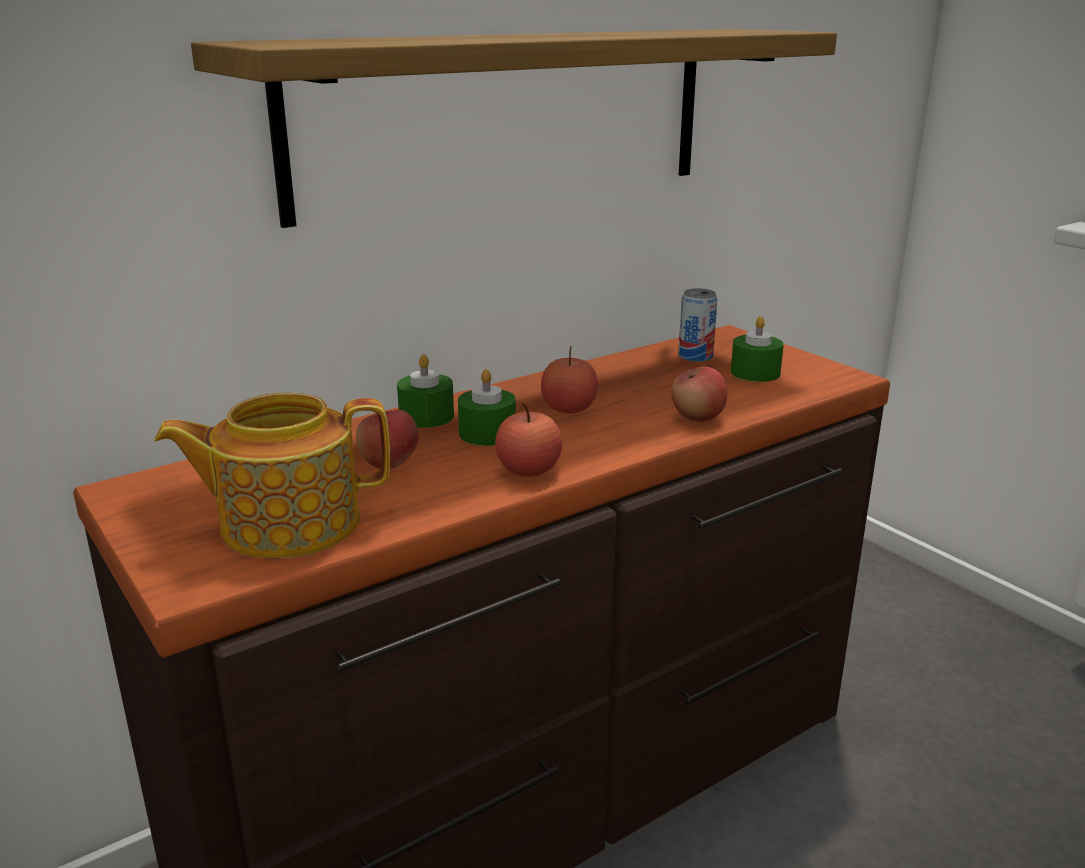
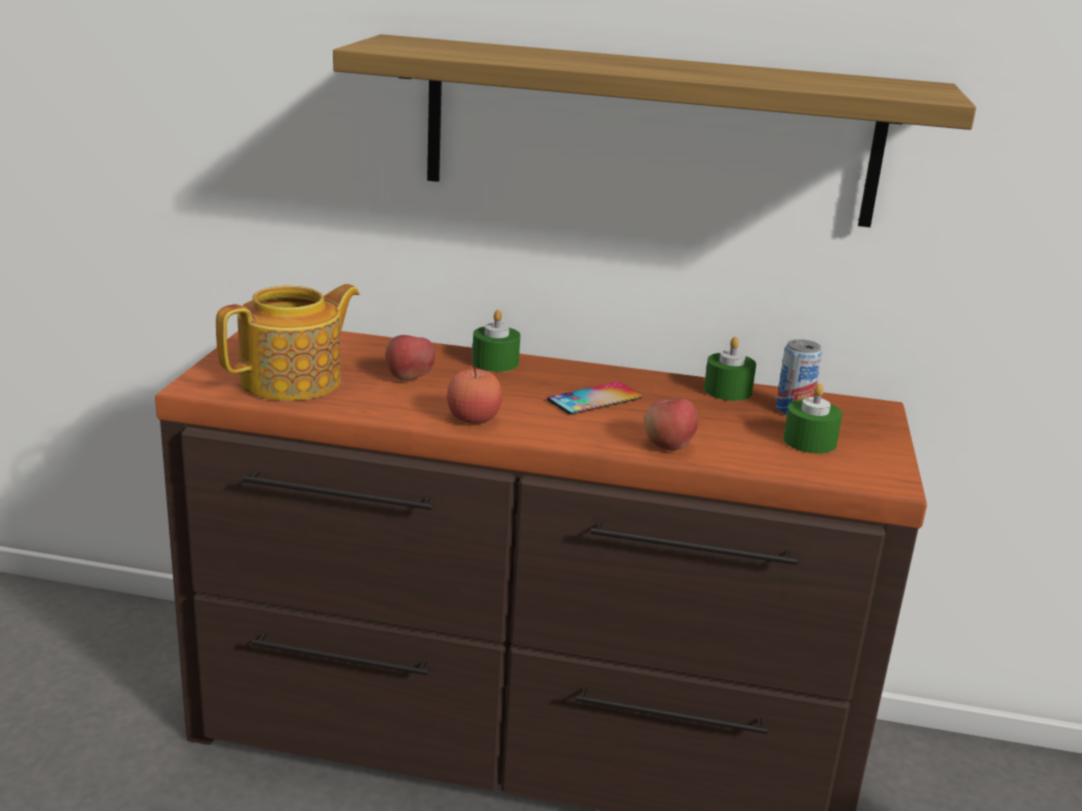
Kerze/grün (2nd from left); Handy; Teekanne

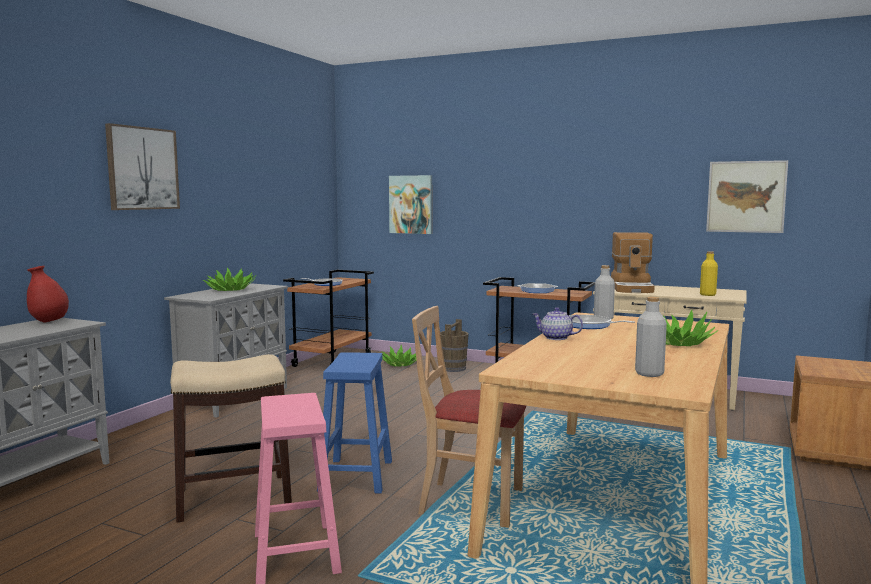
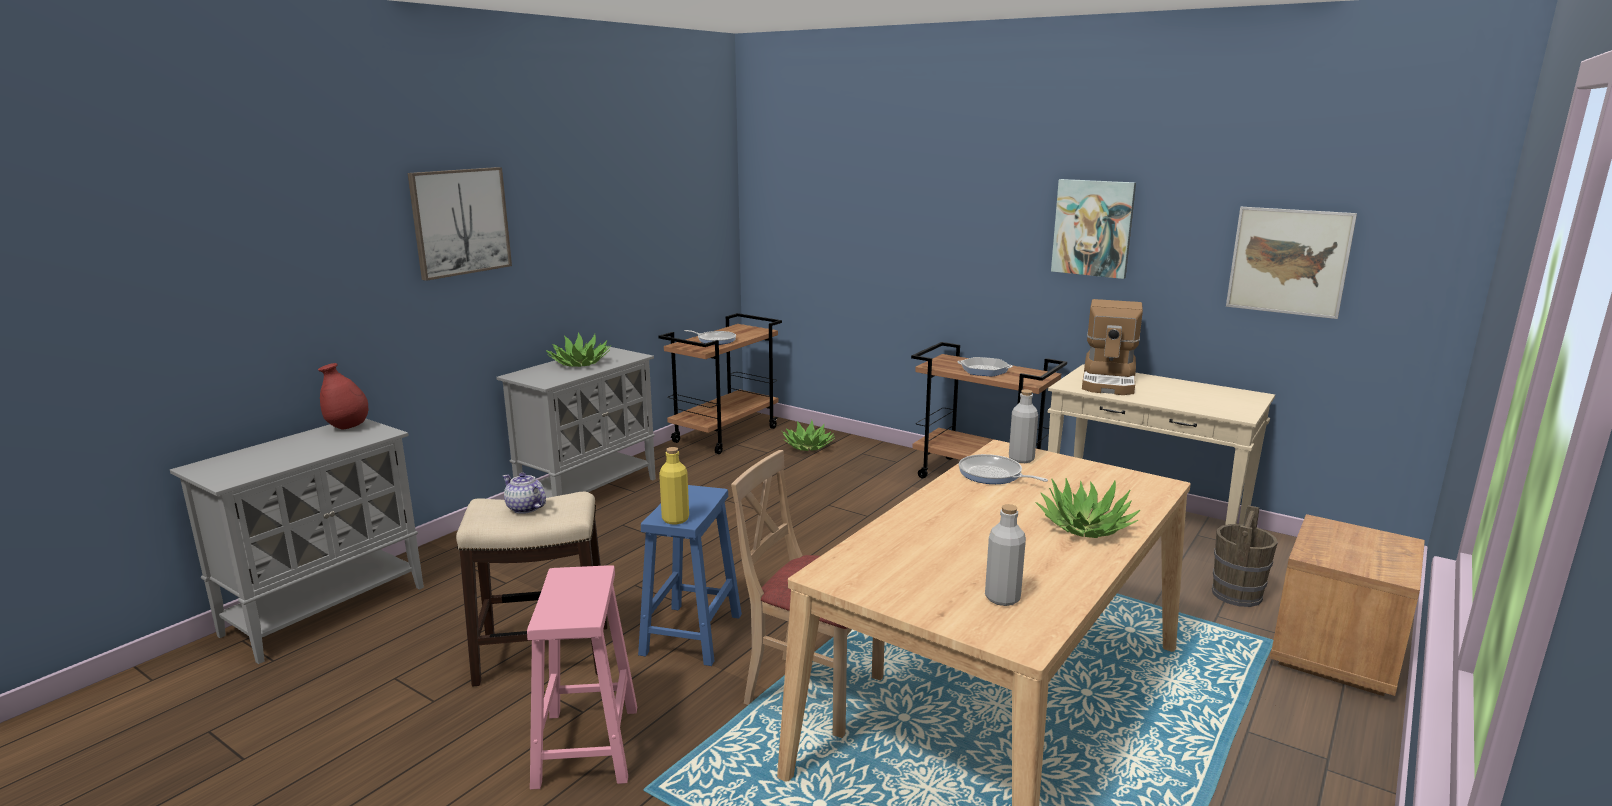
Bild (2nd from left); Eimer/braun; Teekanne; Flasche/gelb

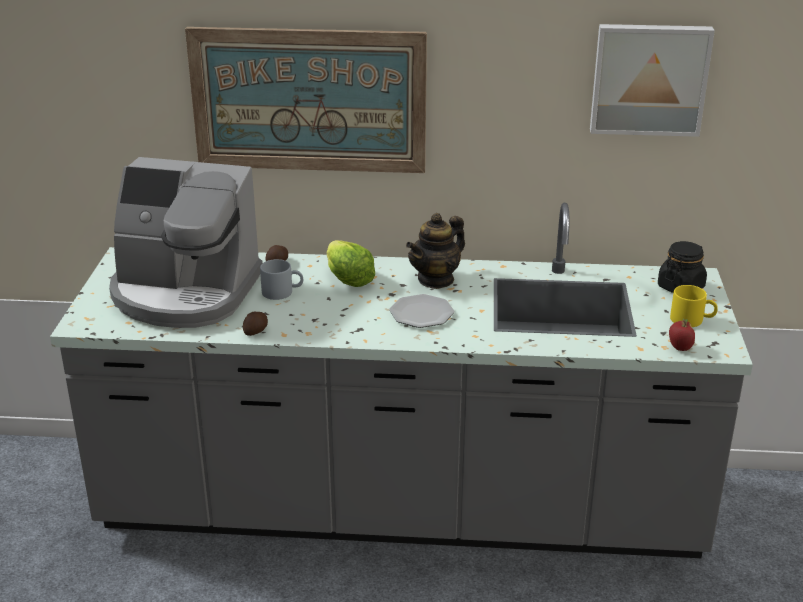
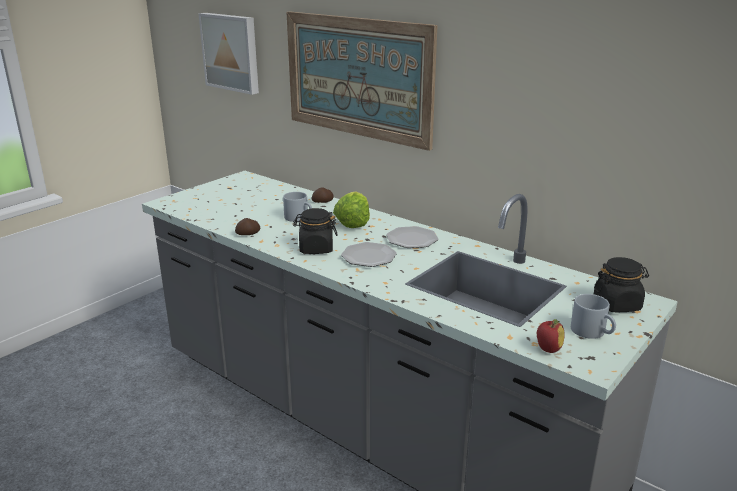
Kaffeemaschine; Vorratsglas/schwarz (1st from left); Bild (1st from left); Teller (2nd from left); Henkelbecher/grau (2nd from left)

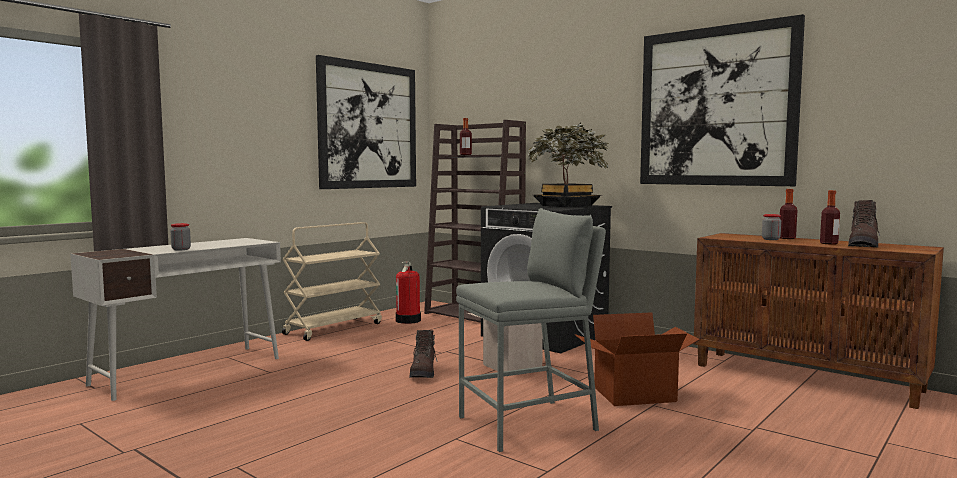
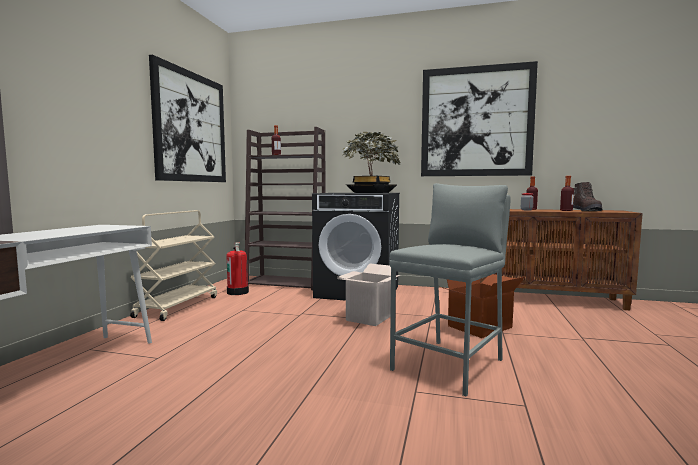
Vorratsglas (1st from left in the first image); Stiefel/braun (1st from left in the first image)

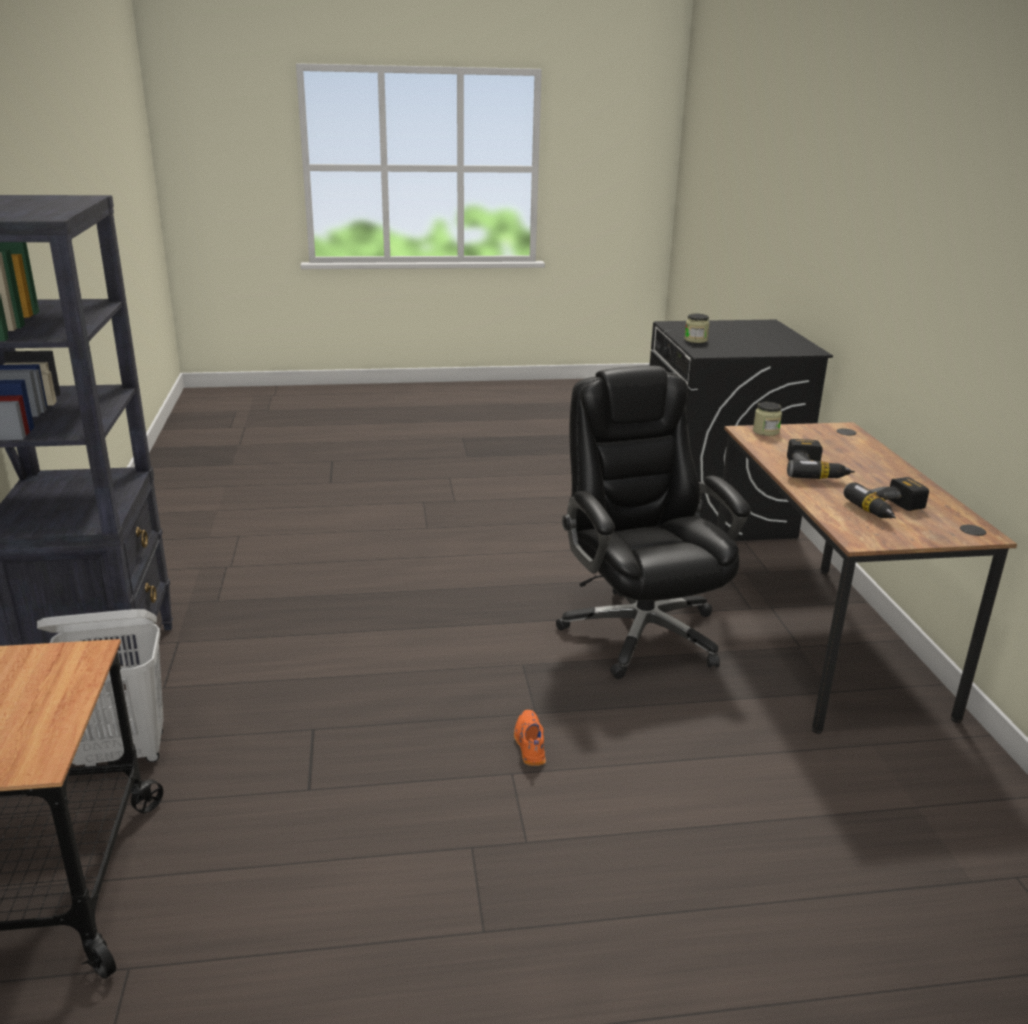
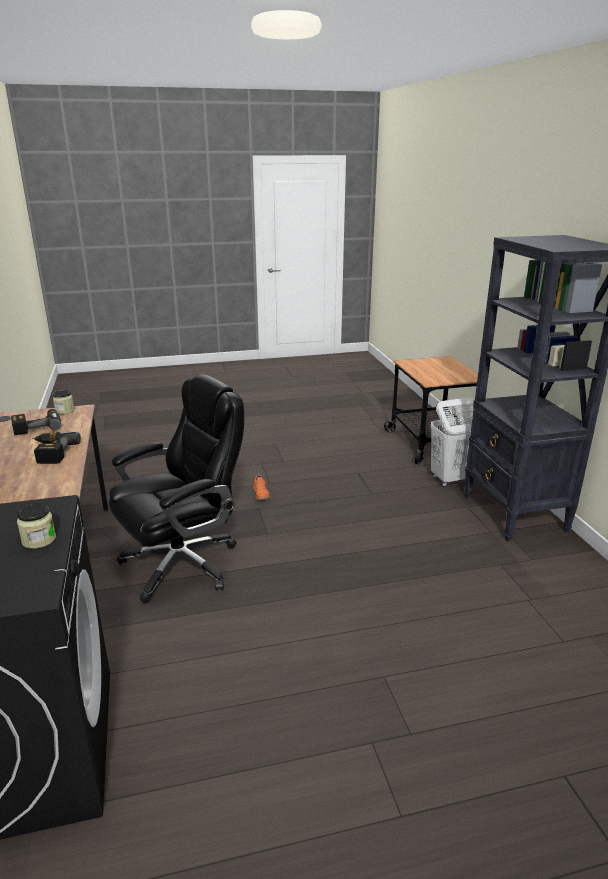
Vorratsglas (2nd from left); Bürostuhl/schwarz

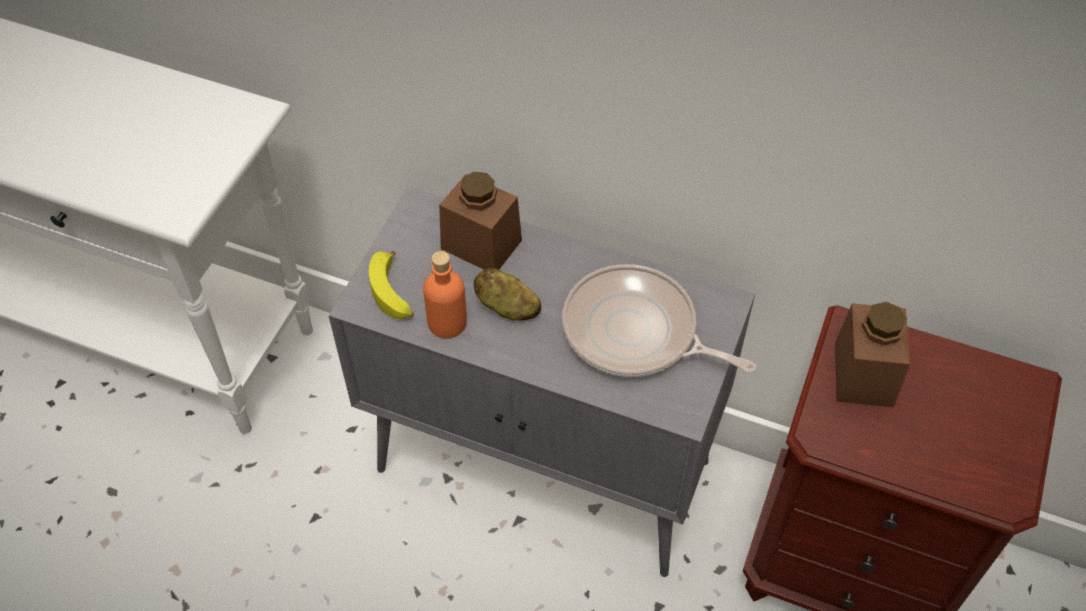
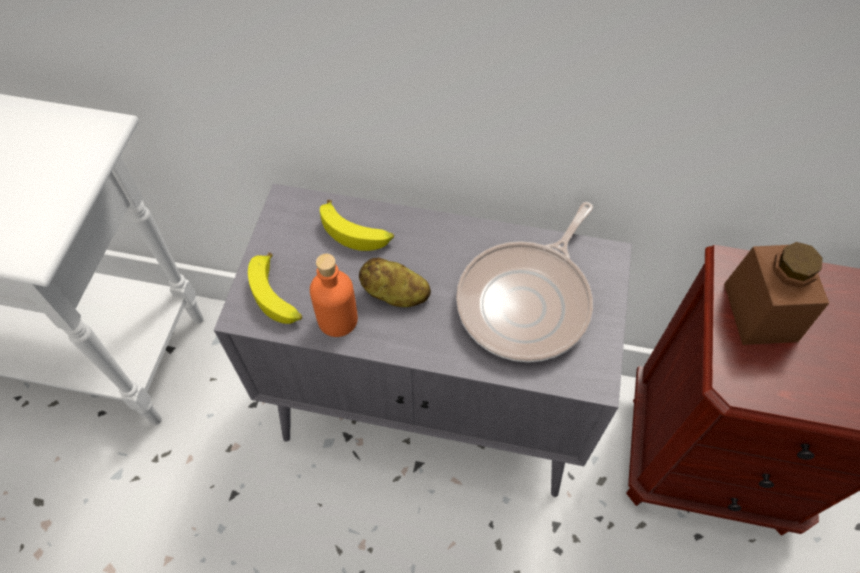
Banane (2nd from left); Pfanne

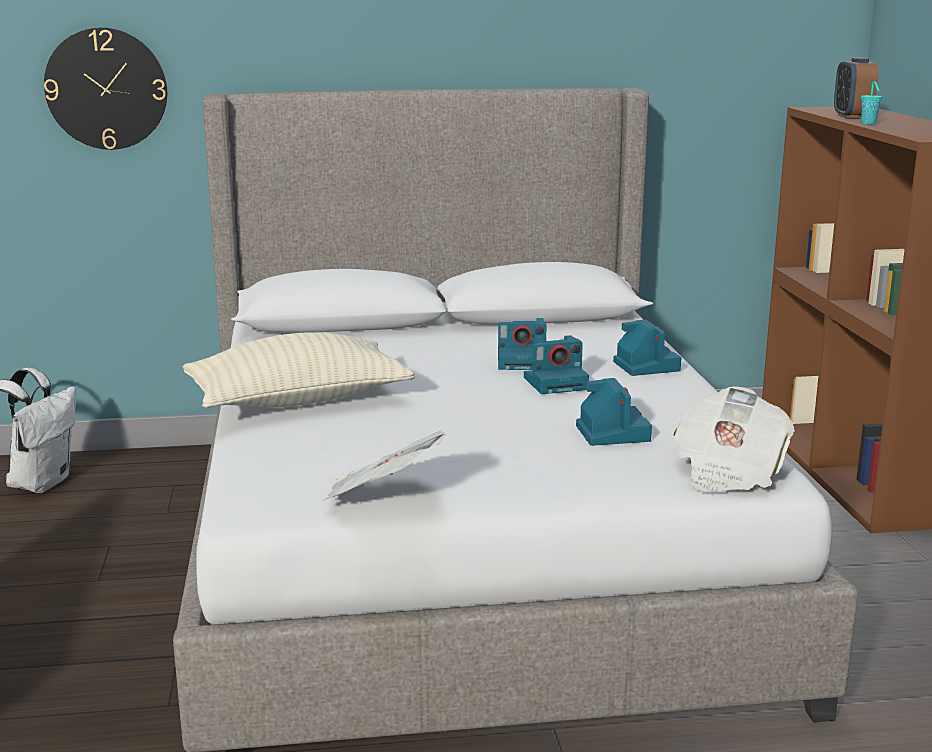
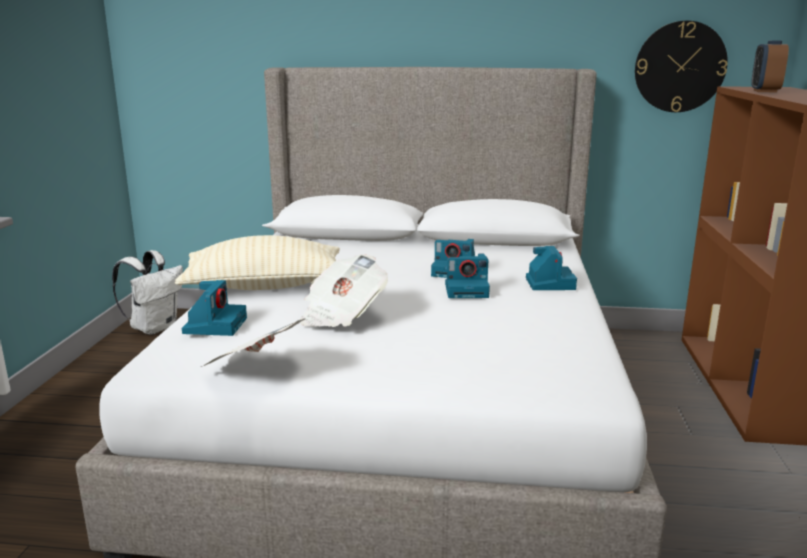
Tasse/türkis; Wanduhr; Kamera (1st from left); Zeitung (2nd from left)

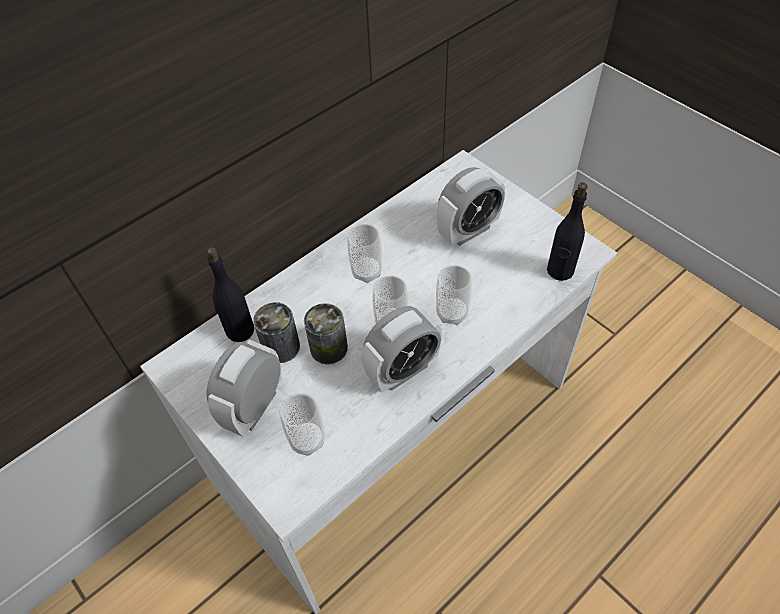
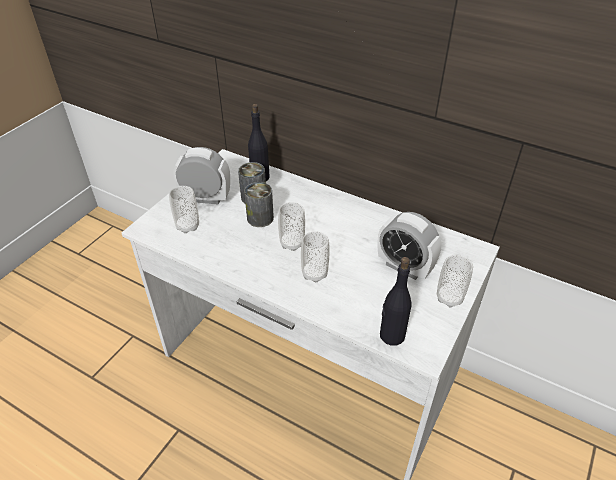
Wecker (2nd from left in the first image); Tasse (4th from left)

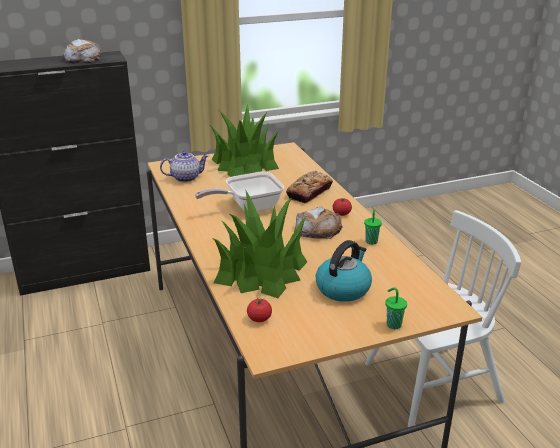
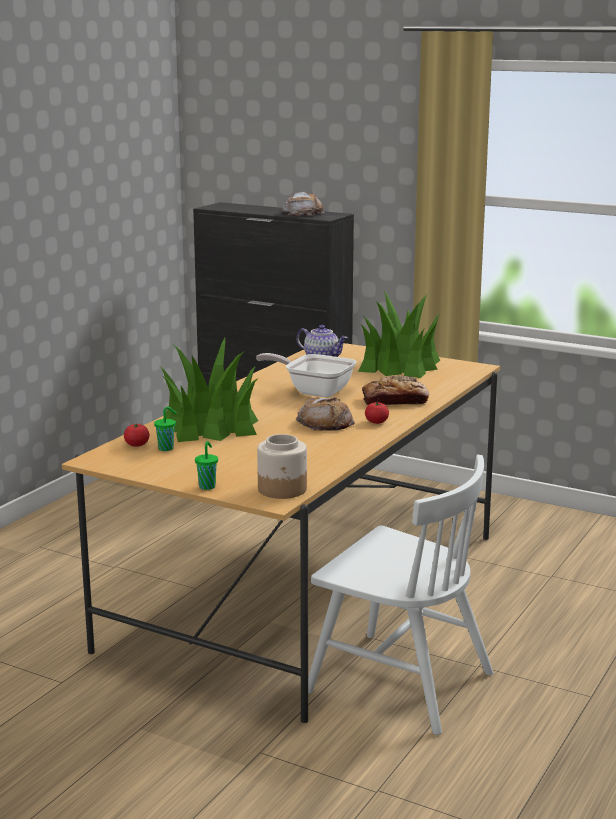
Wasserkessel; Vorratsglas; Tasse/grün (1st from left)

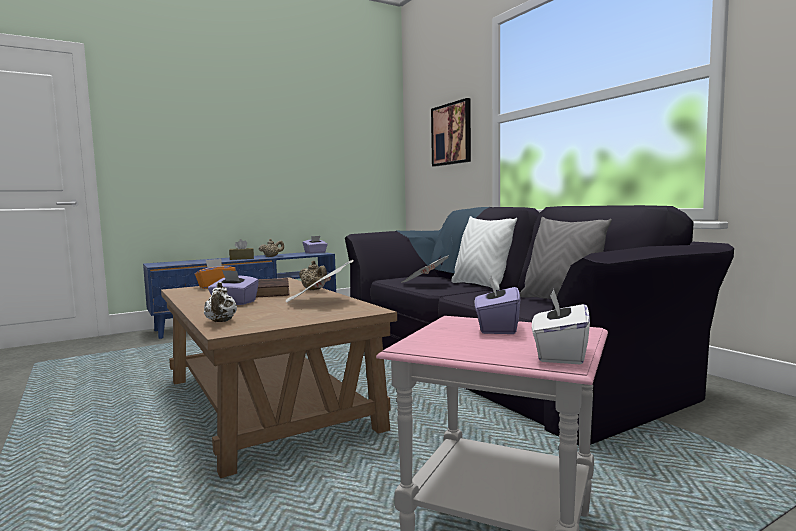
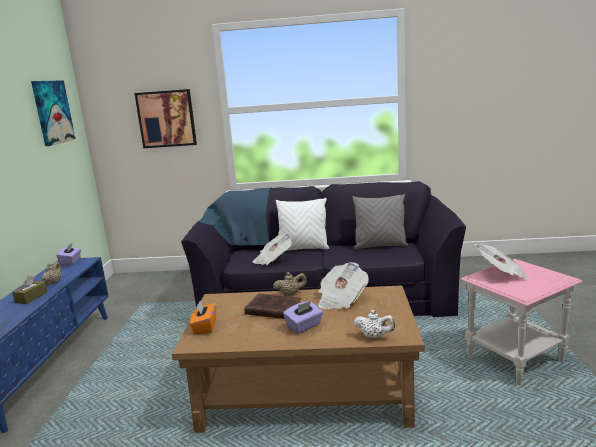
Taschentuchbox/weiß; Bild (1st from left); Zeitung (3rd from left)

